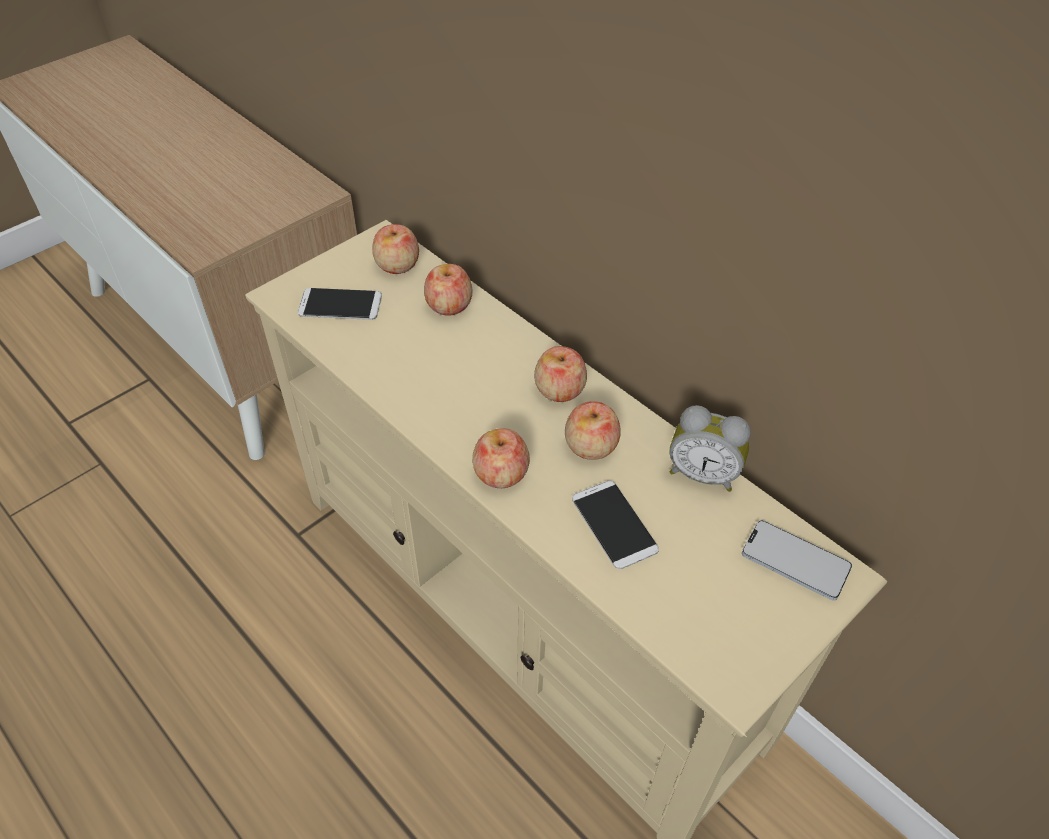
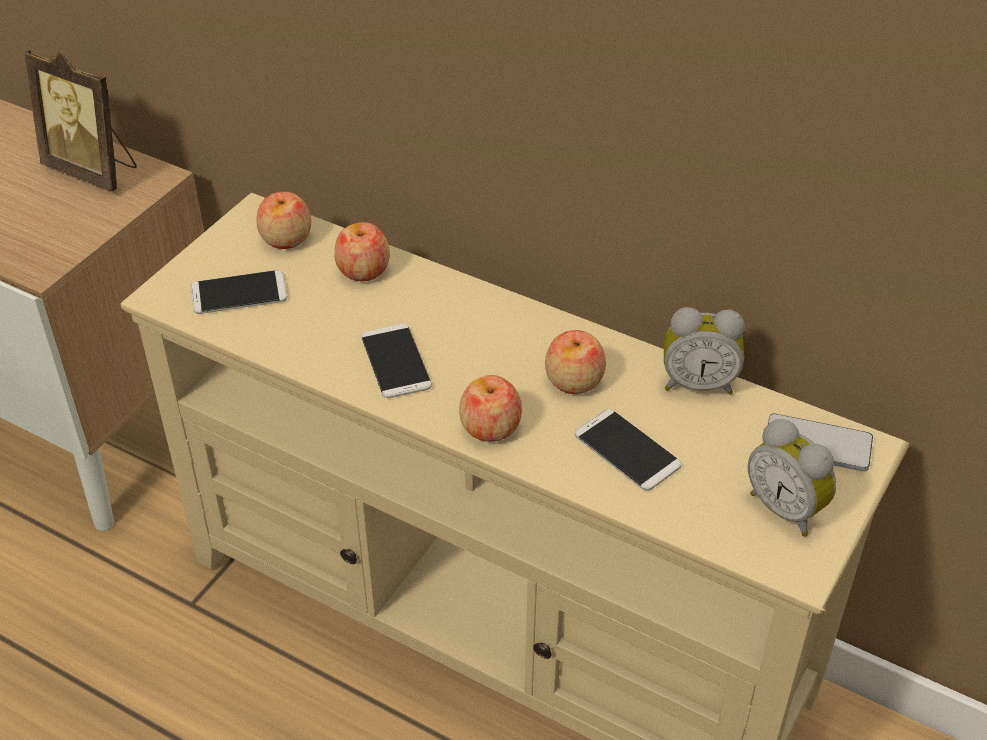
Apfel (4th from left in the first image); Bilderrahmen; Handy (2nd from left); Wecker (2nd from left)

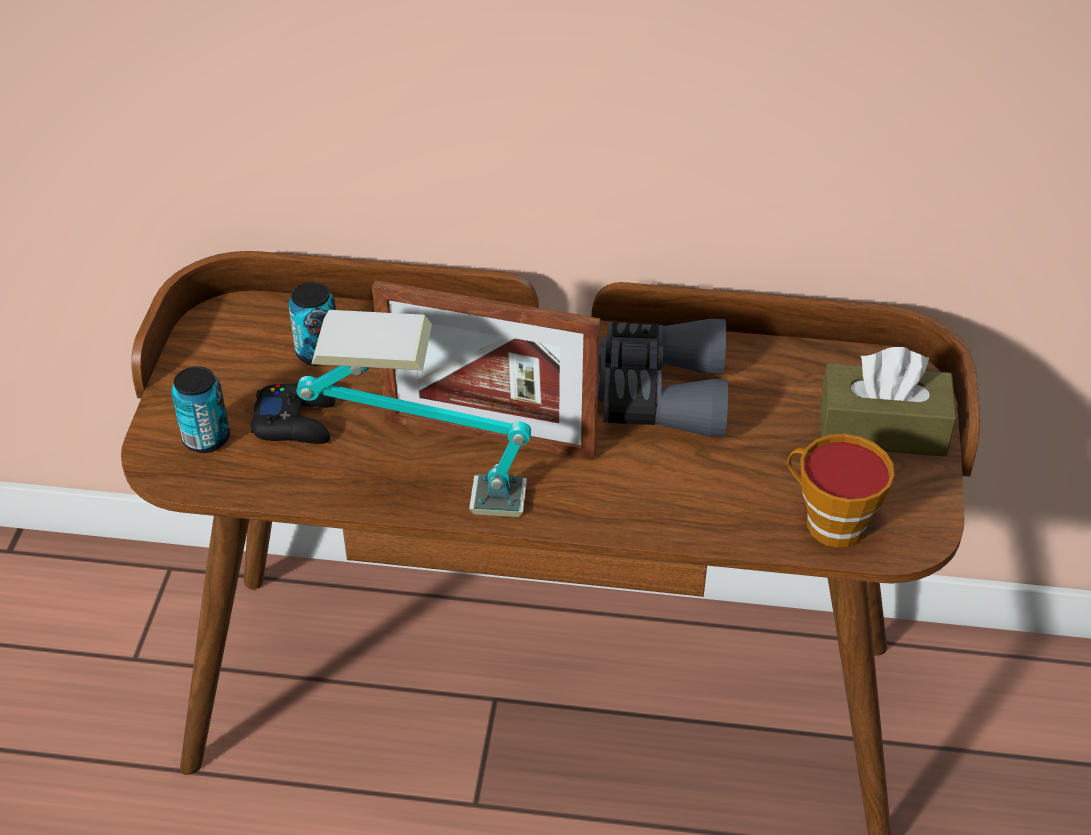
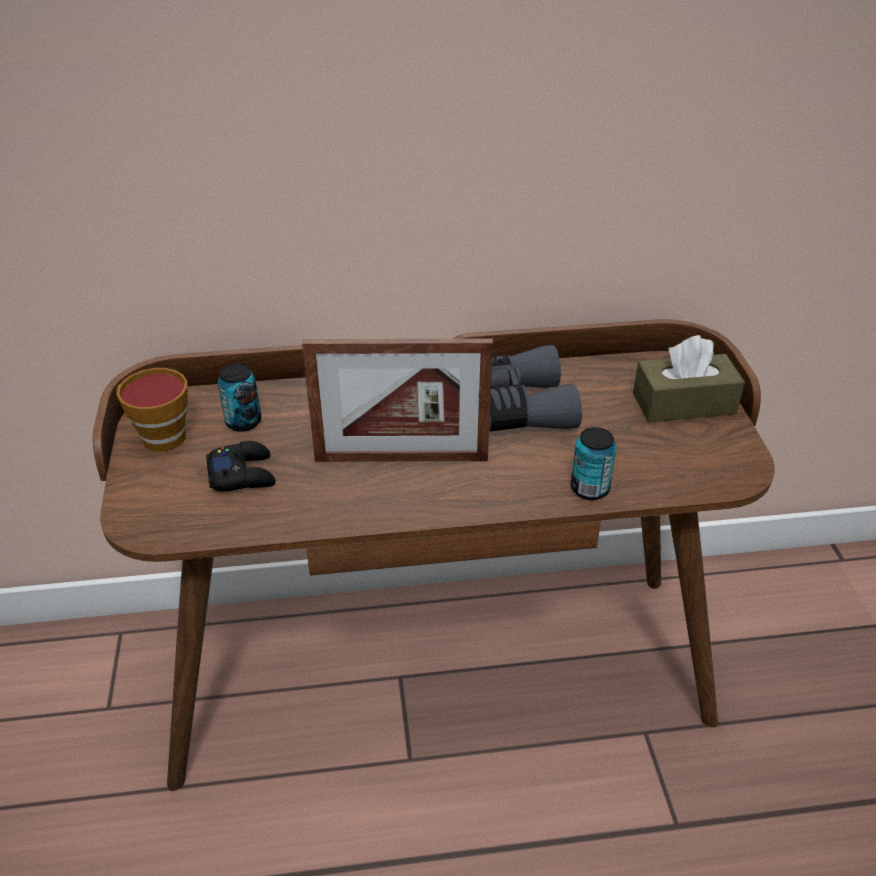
Tischlampe; Dose (2nd from left); Tasse

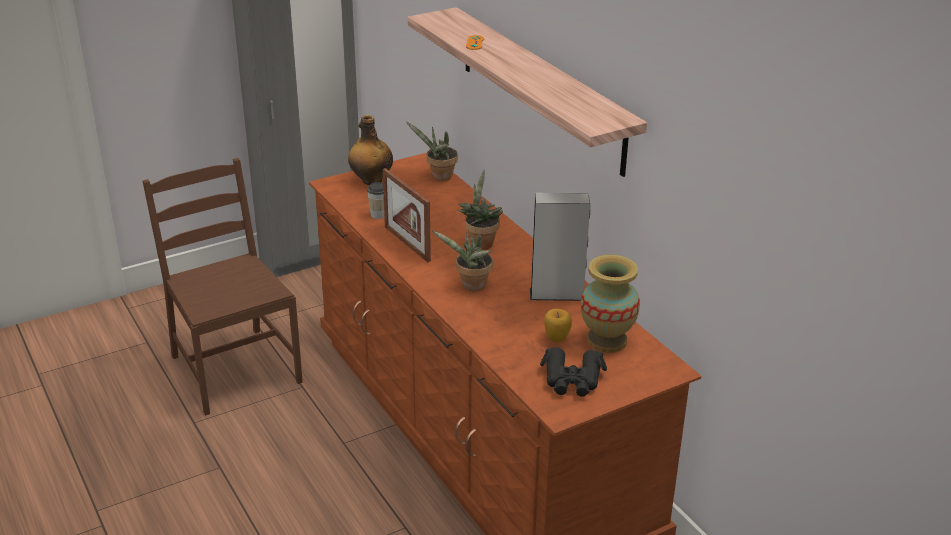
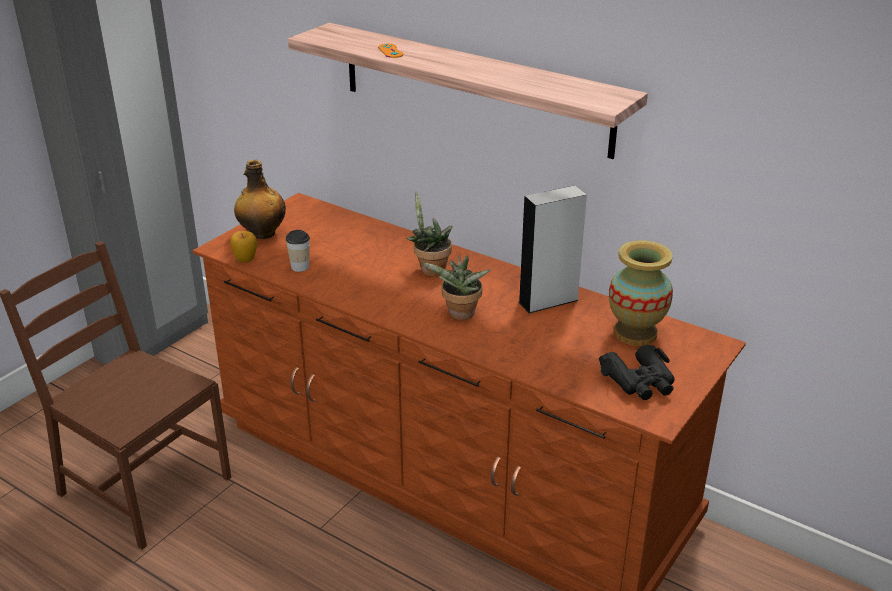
Bilderrahmen; Topfpflanze (1st from left in the first image); Apfel

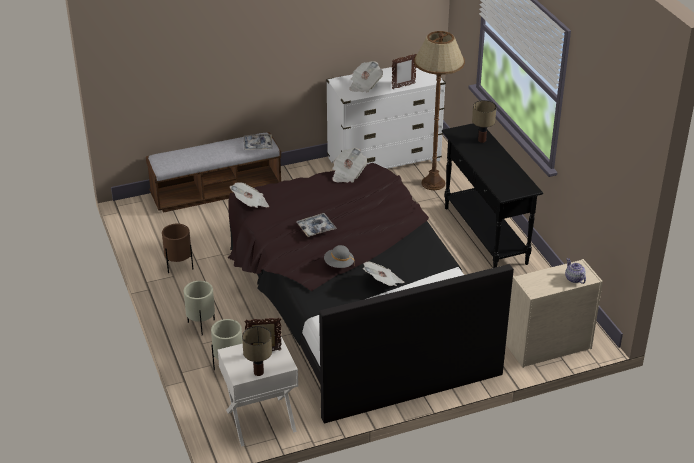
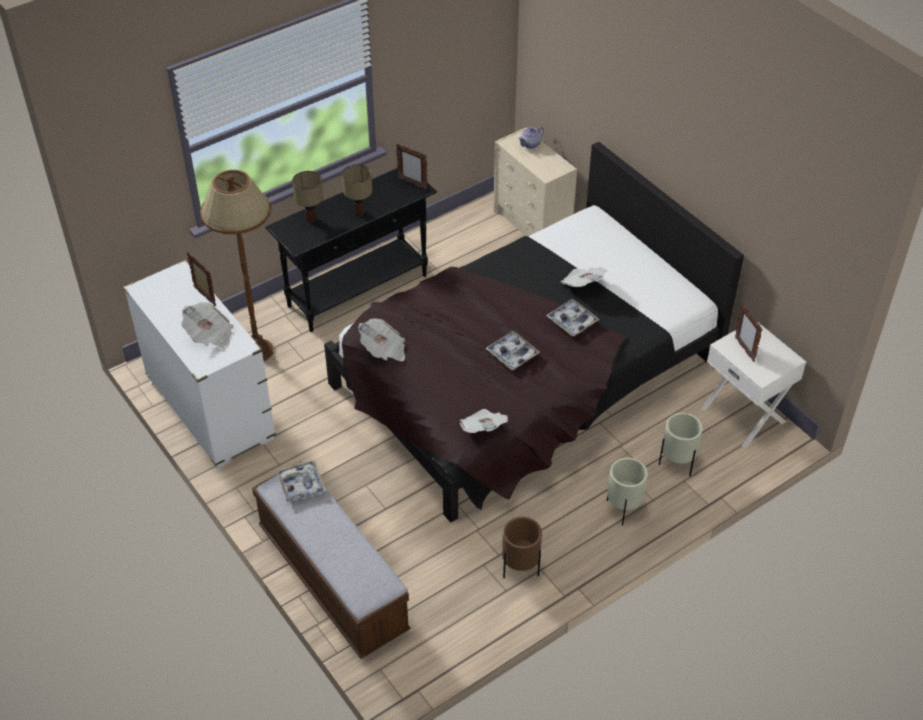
Bilderrahmen (2nd from left); Tischlampe (2nd from left); Tablett (3rd from left)

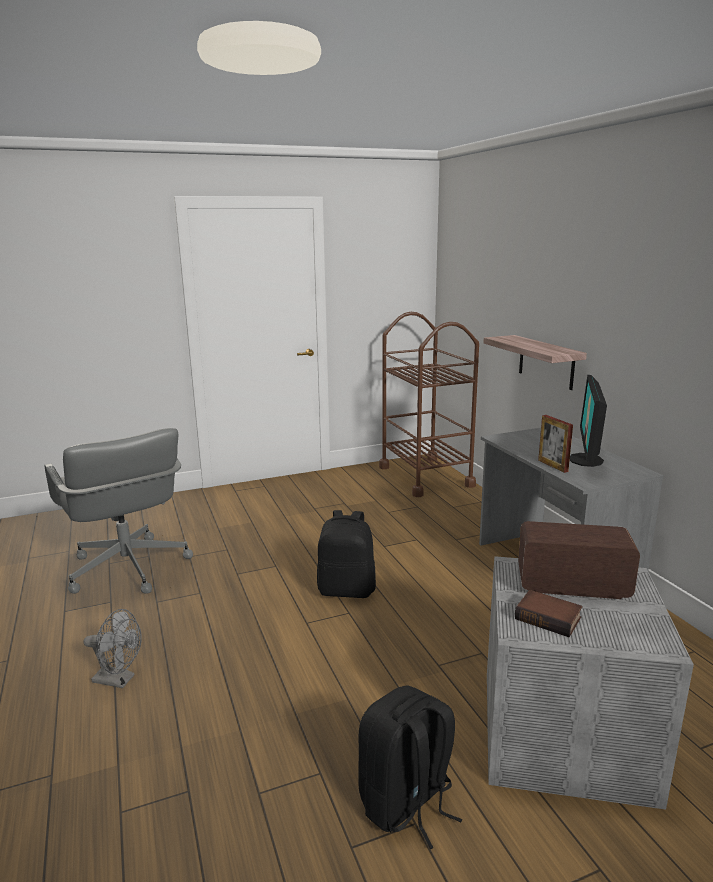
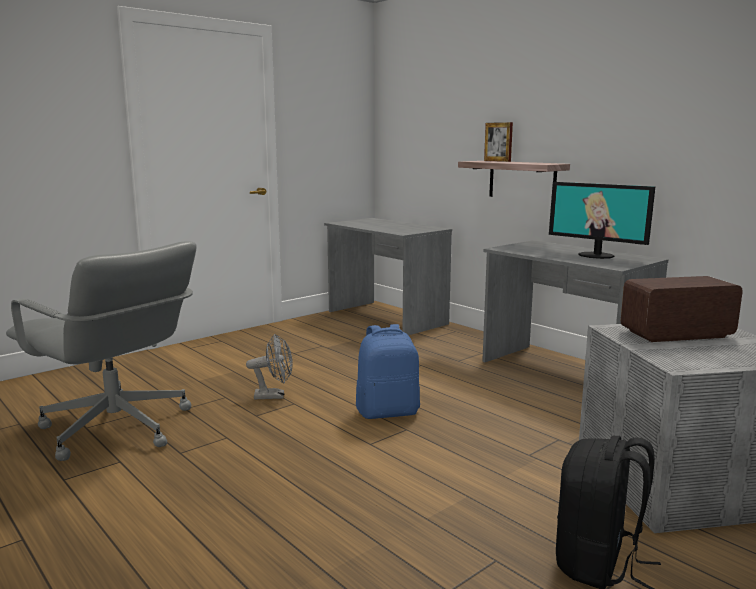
Buch; Ventilator/grau; Bilderrahmen; Schreibtisch/grau (1st from left); Rucksack/blau; Monitor

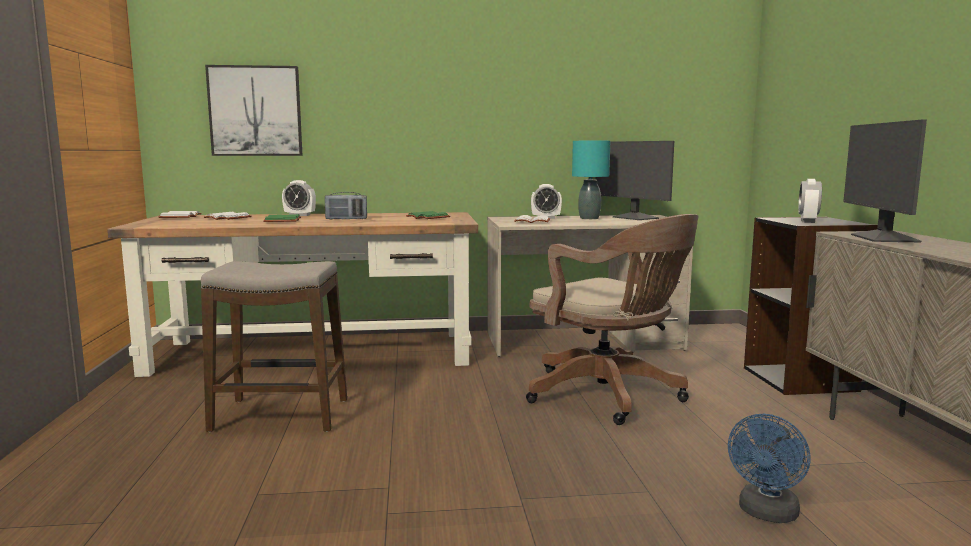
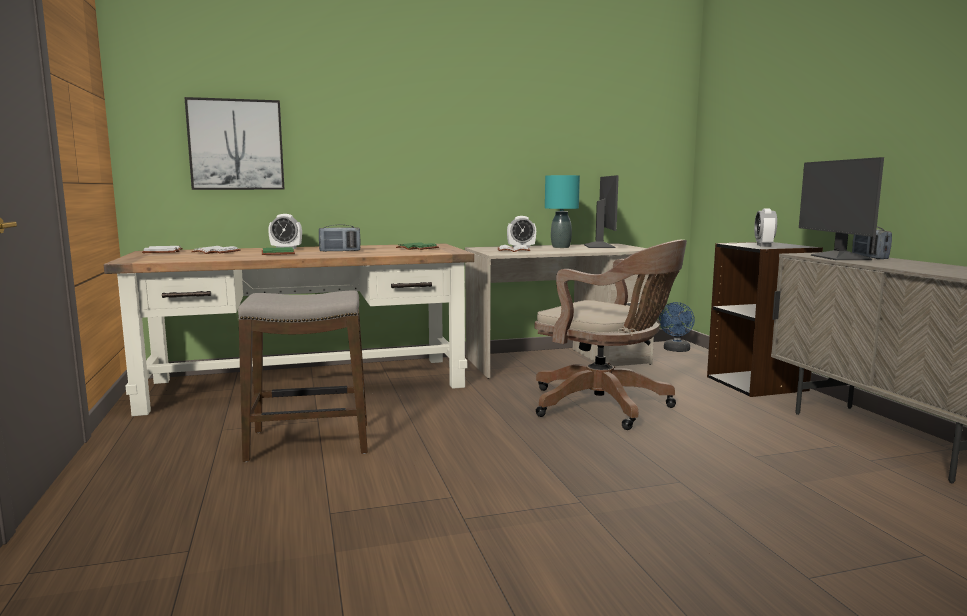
Radio (2nd from left); Ventilator/blau; Monitor (1st from left)

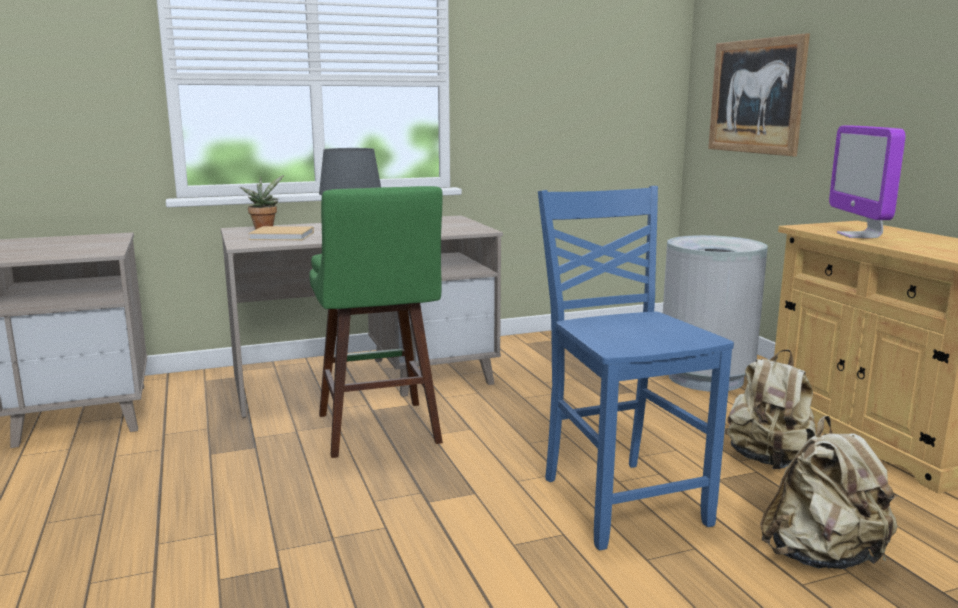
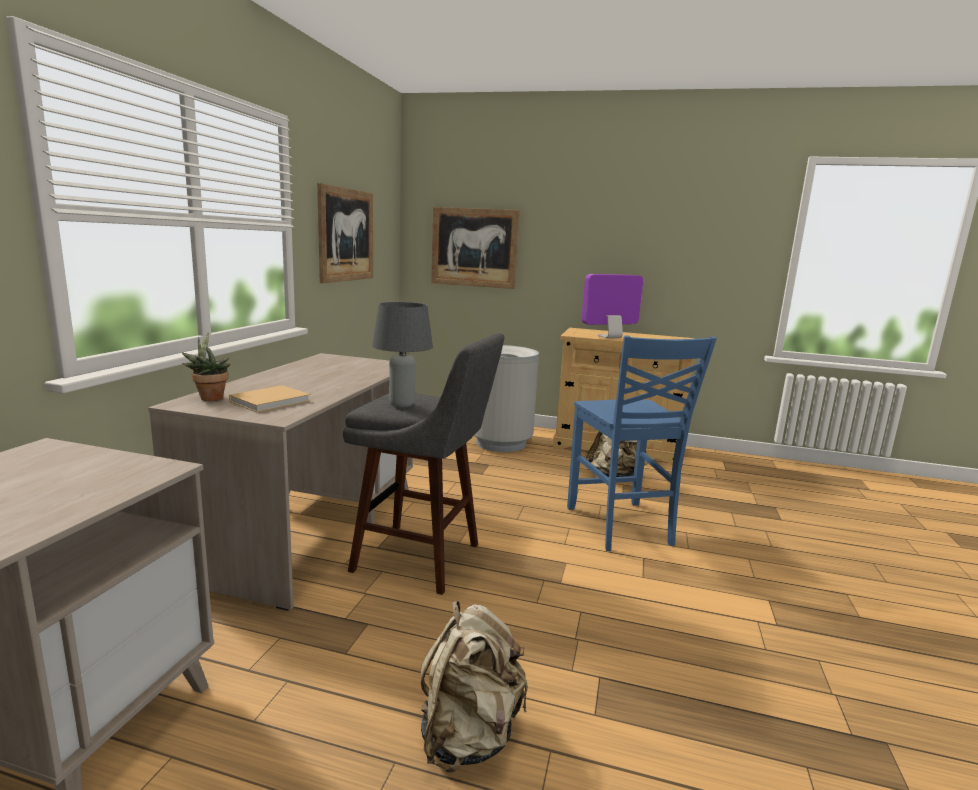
Bild (1st from left); Rucksack/beige (1st from left); Hocker/grau; Stuhl/blau; Monitor

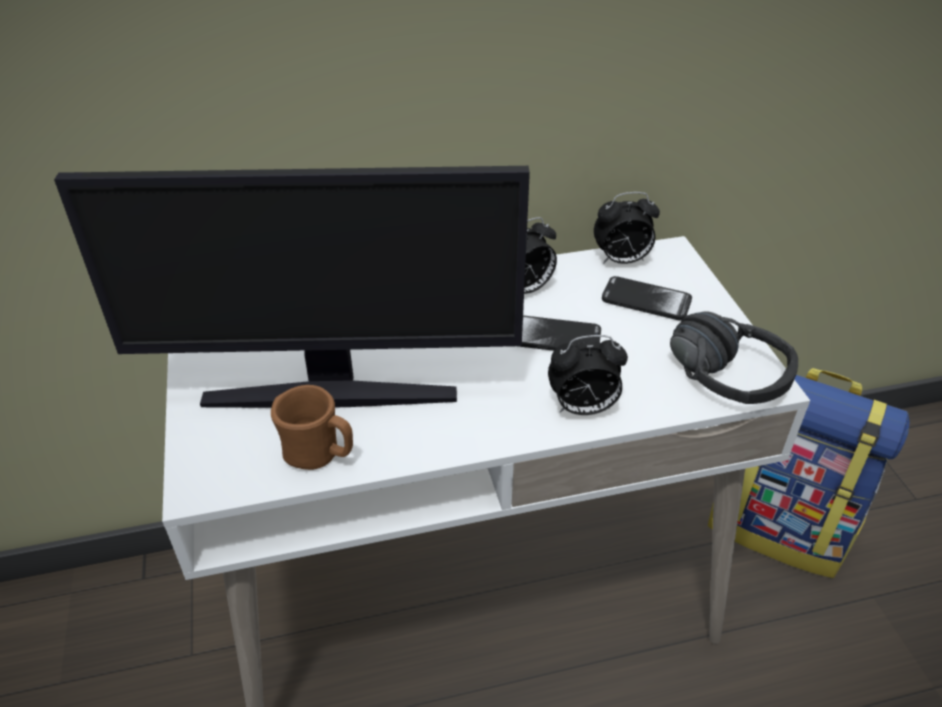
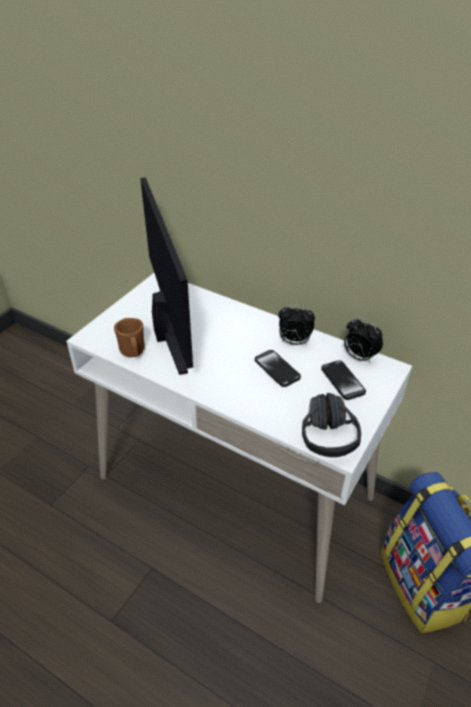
Wecker (2nd from left in the first image); Monitor

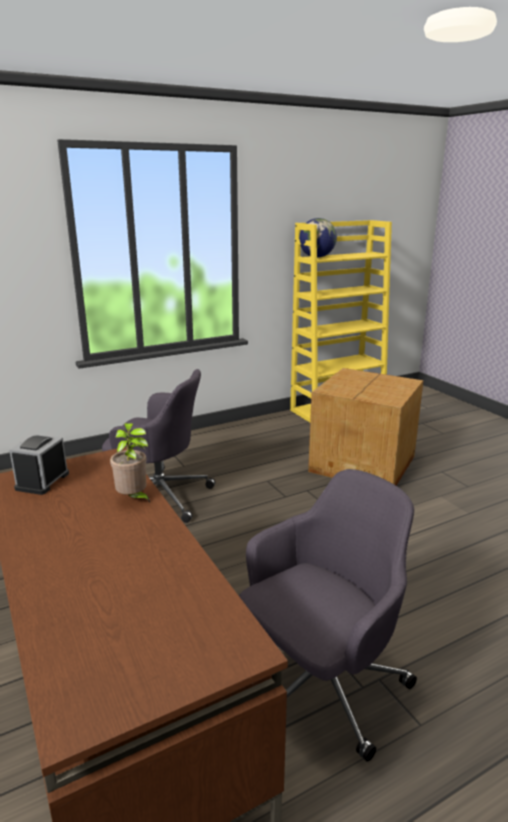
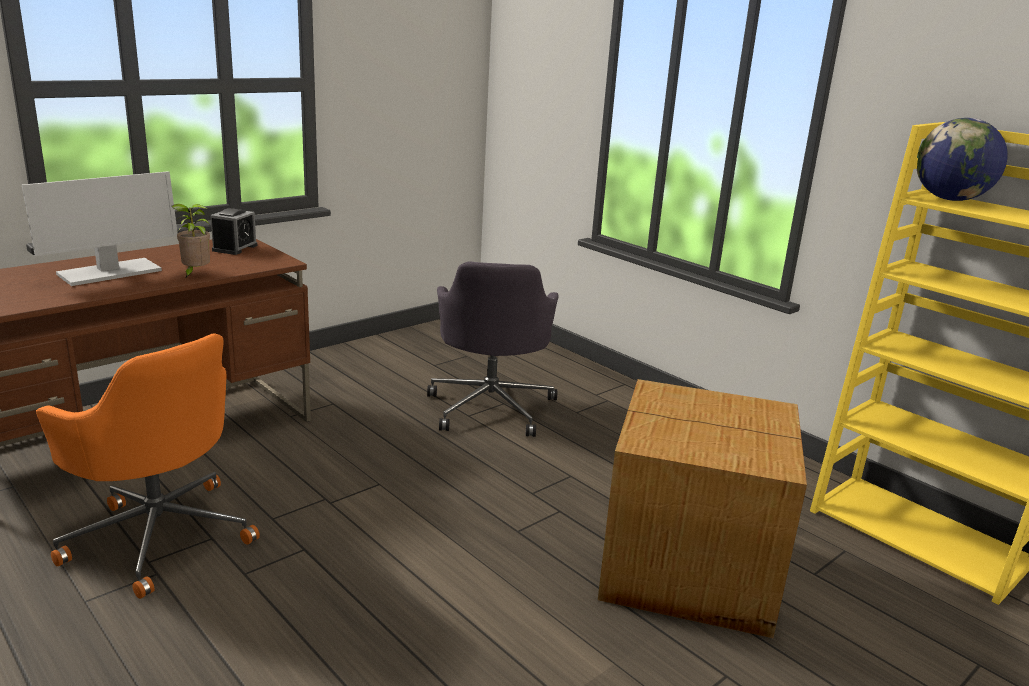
Monitor; Bürostuhl/orange; Wecker

